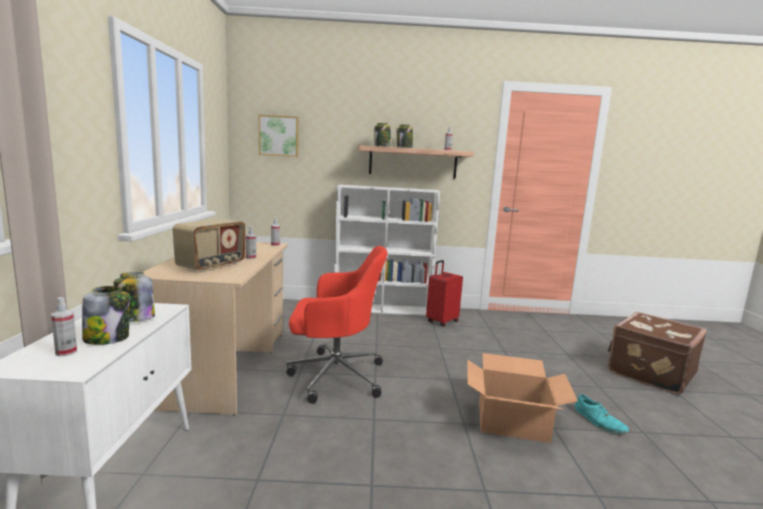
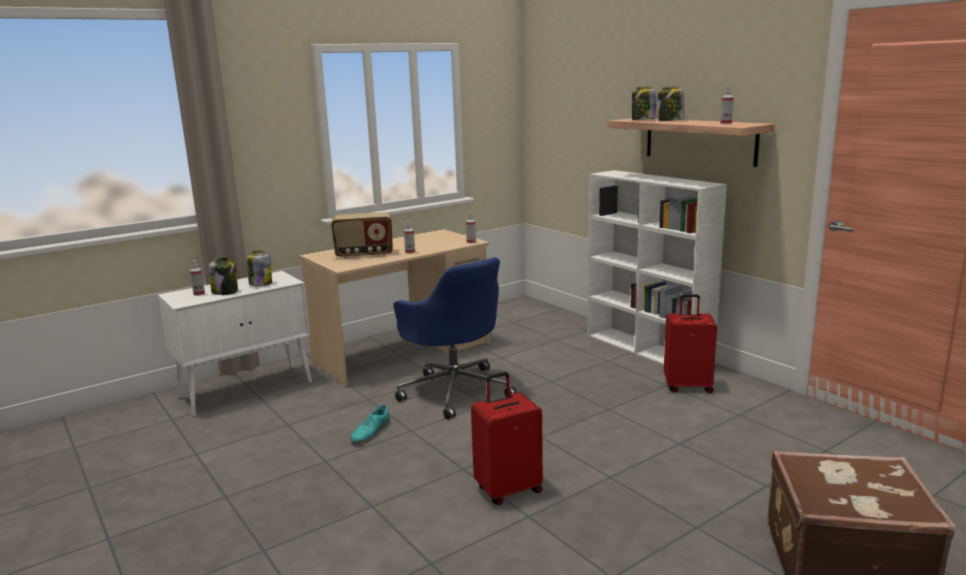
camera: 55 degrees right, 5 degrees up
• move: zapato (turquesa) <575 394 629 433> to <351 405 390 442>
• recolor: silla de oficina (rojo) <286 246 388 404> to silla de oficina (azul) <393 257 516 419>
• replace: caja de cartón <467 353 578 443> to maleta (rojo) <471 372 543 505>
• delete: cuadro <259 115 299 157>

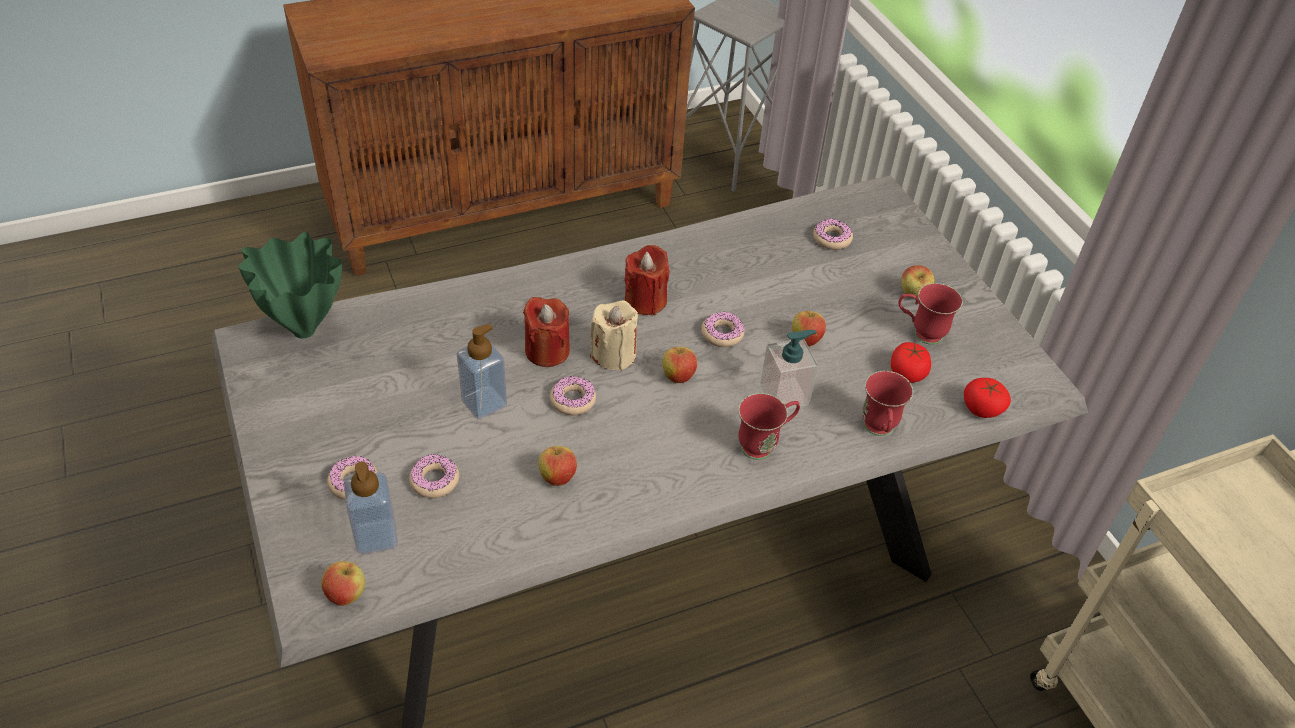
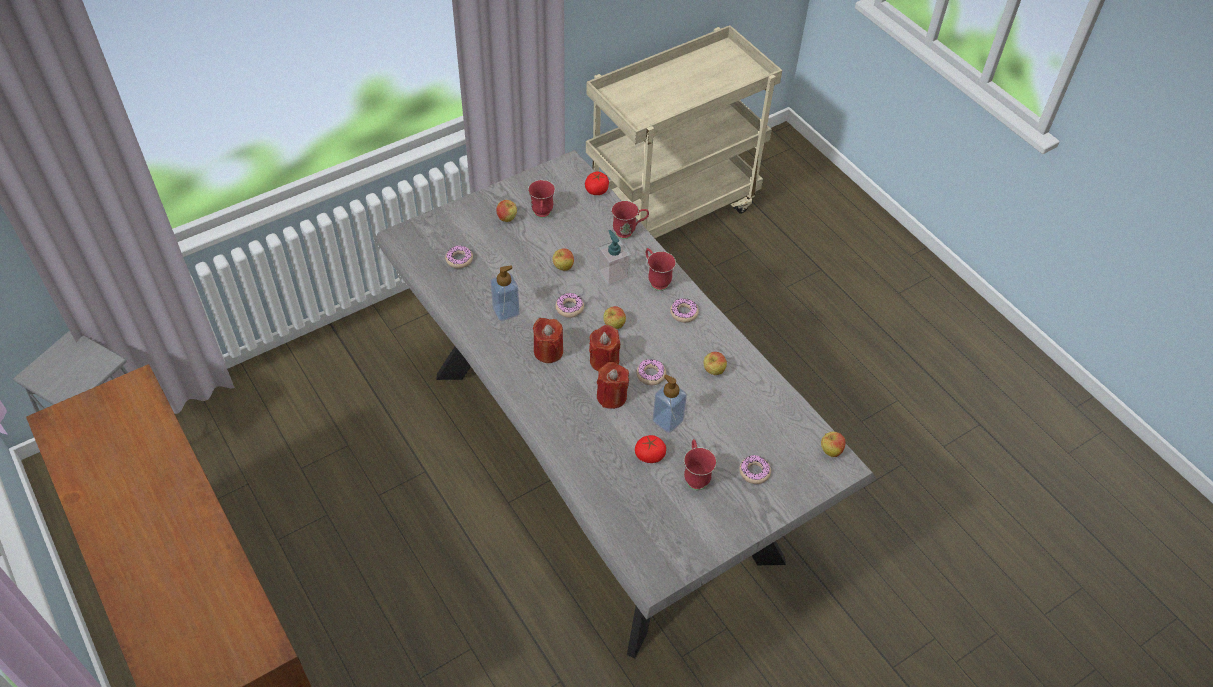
camera: 100 degrees left, 5 degrees up
• move: dispensador de jabón <344 461 398 554> to <491 265 520 321>
• recolor: vela (beis) <590 300 638 371> to vela (rojo) <589 325 620 371>
• move: tomate <891 342 931 383> to <635 435 666 463>
• move: rosquilla <409 454 459 498> to <670 298 699 323>
• insert: taza grande (rojo) <684 439 717 490>
• delete: florero (verde) <238 232 342 339>

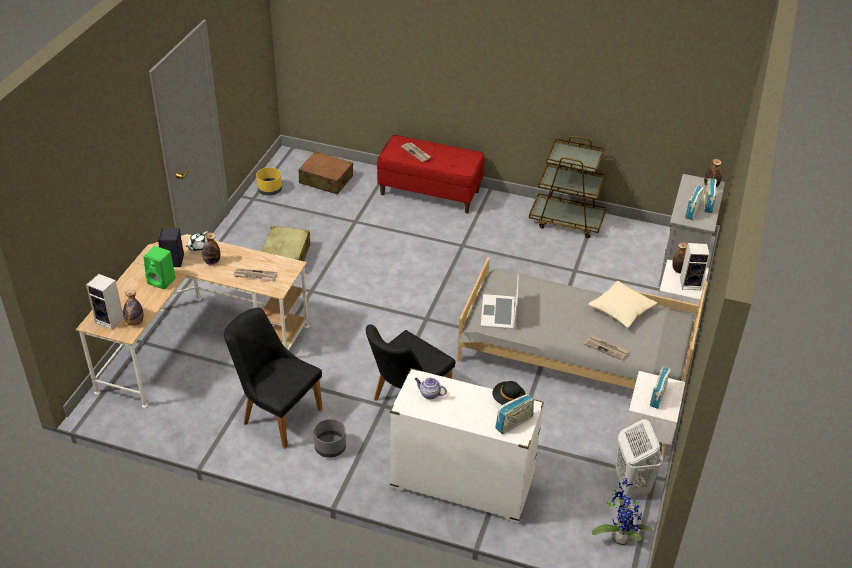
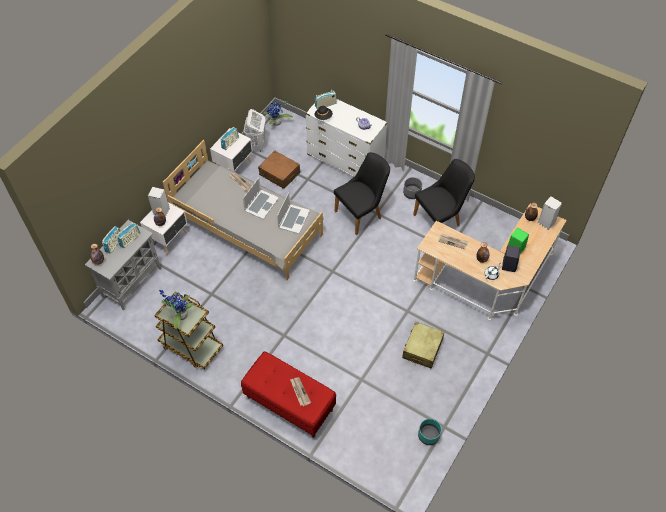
camera: 165 degrees left, 15 degrees up
• insert: planta en maceta <159 290 194 329>
• insert: portátil <243 178 279 219>
• move: maleta (marrón) <298 151 353 195> to <258 151 300 189>
• rotate: silla (negro) <224 307 323 449> = <413 159 475 226> 75 degrees counterclockwise
• recolor: maceta (amarillo) <256 167 282 196> to maceta (turquesa) <418 419 442 445>
• delete: cojín (beis) <588 281 657 328>

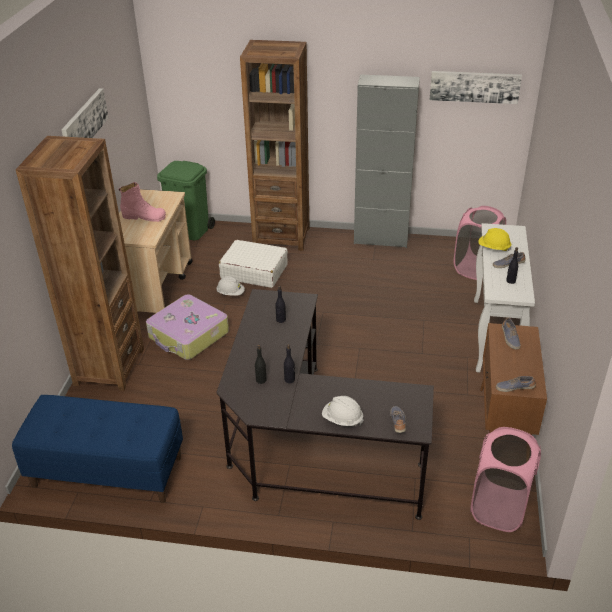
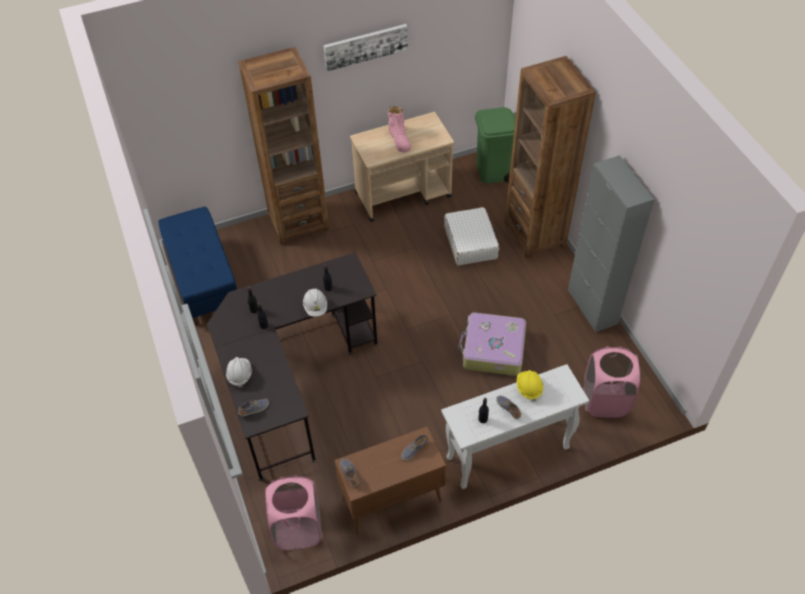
camera: 60 degrees right, 15 degrees up
• move: casco (blanco) <216 276 245 296> to <303 289 327 317>
• move: maleta <146 294 229 360> to <458 313 526 376>
• delete: cuadro <430 71 522 104>

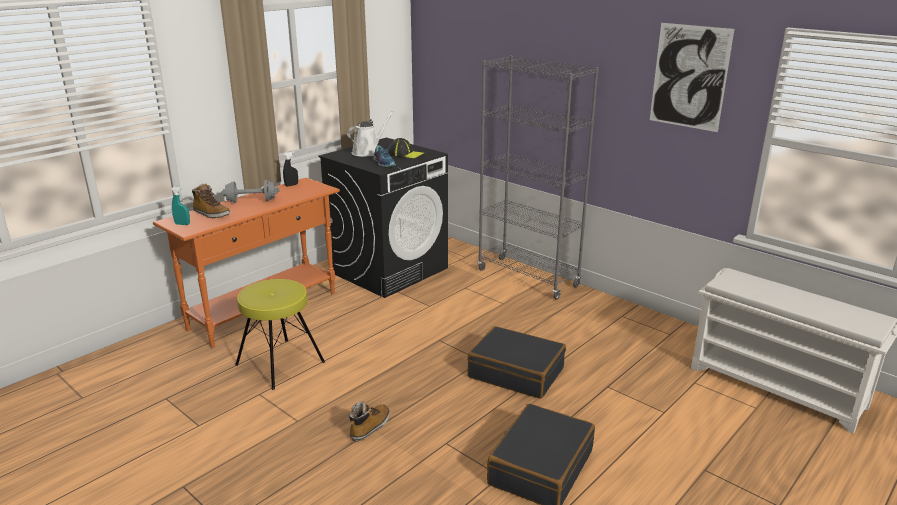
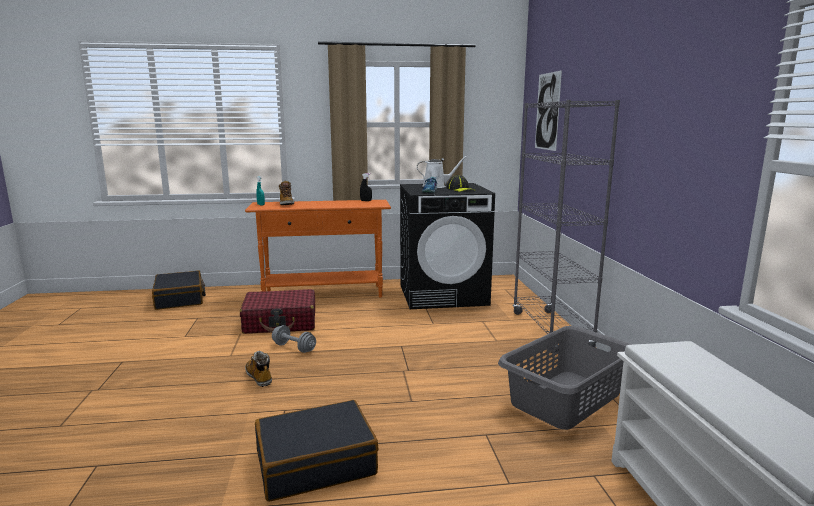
camera: 40 degrees right, 10 degrees down
• move: maleta (negro) <467 326 566 399> to <152 271 206 310>
• replace: taburete (amarillo) <235 279 325 390> to maleta (rojo) <240 289 315 334>
• rotate: bota <349 401 390 441> = <245 351 272 387> 105 degrees counterclockwise
• move: mancuerna (gris) <221 180 280 203> to <272 325 316 353>
• insert: cesto de la ropa (gris) <498 326 632 430>
• move: cuadro <650 23 734 132> to <535 70 562 151>

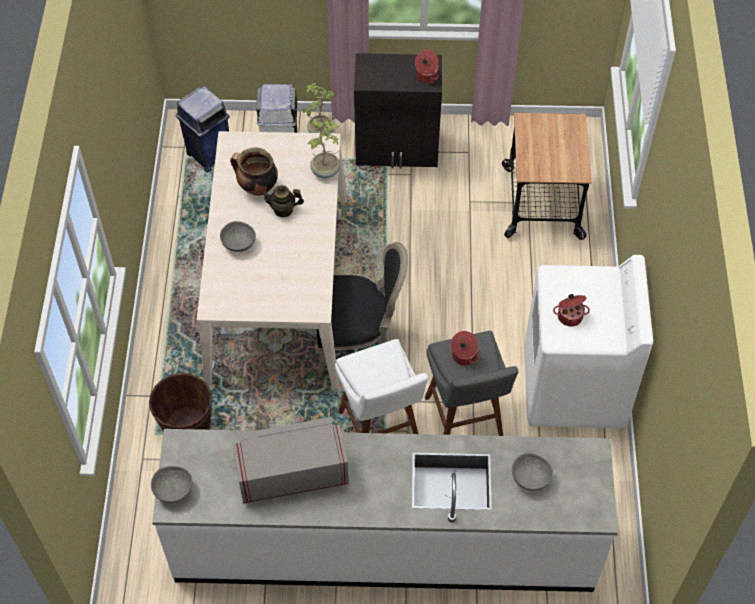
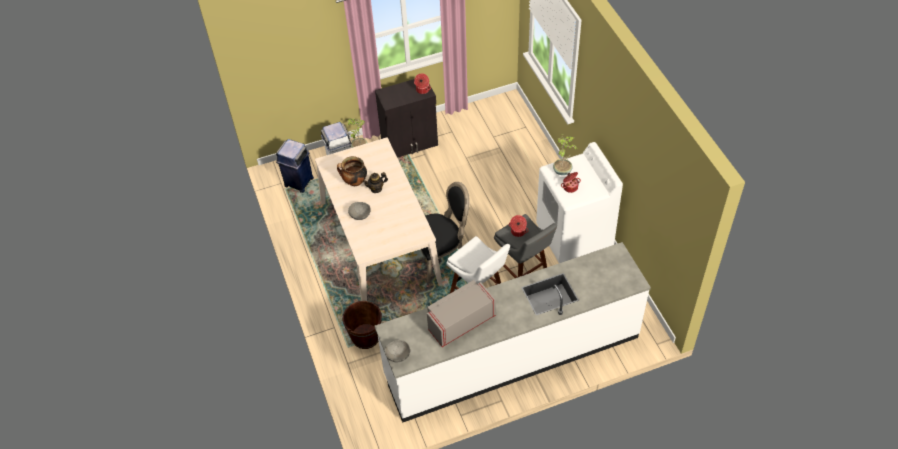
camera: 20 degrees left, 5 degrees down
• move: planta en maceta <308 116 340 178> to <553 134 578 175>
• delete: carrito <502 113 591 240>
• delete: cuenco (gris) <512 453 553 491>

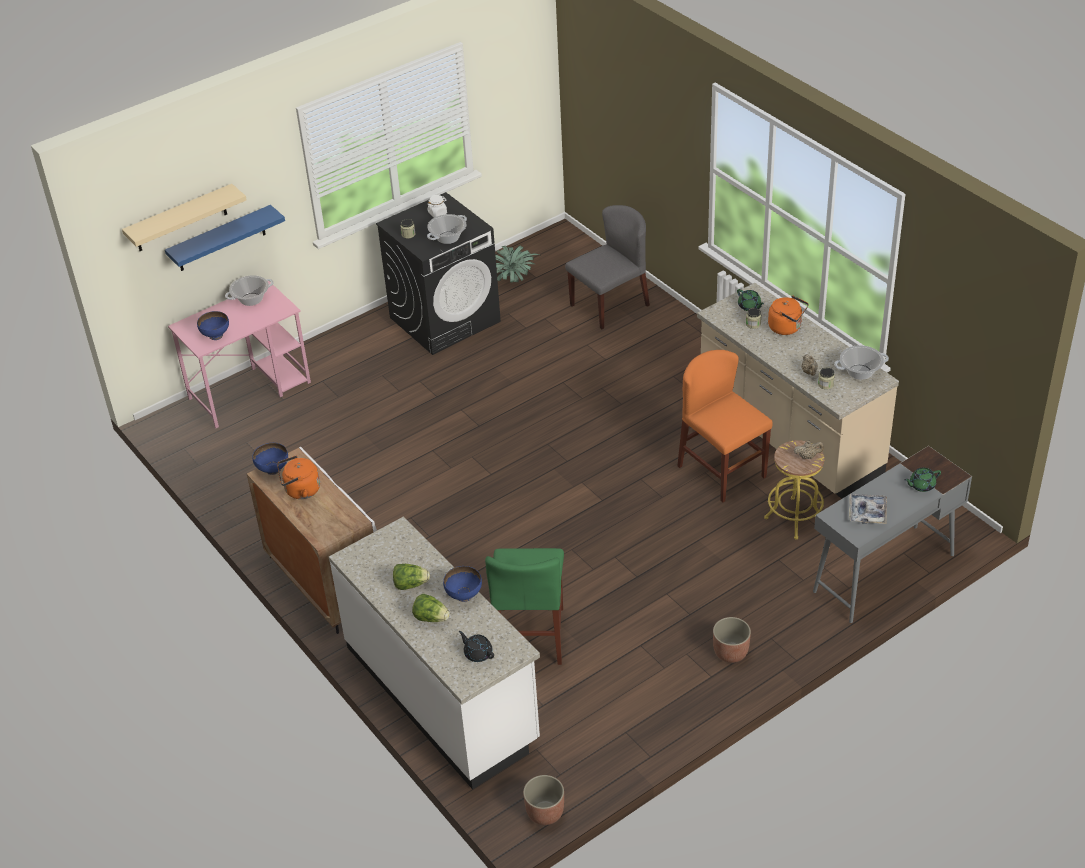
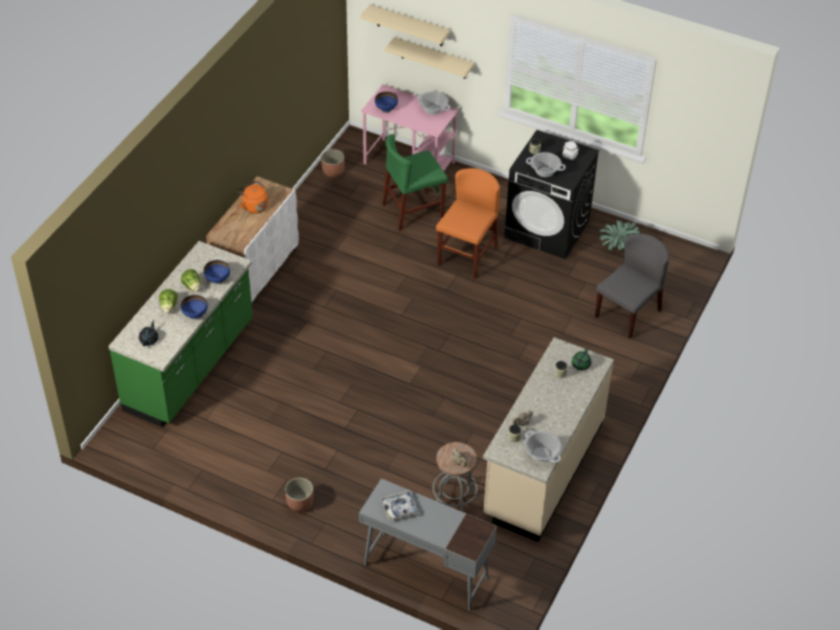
camera: 60 degrees right, 5 degrees up
• recolor: mueble bajo de cocina (blanco) <329 517 540 789> to mueble bajo de cocina (verde) <108 241 253 427>
• move: cuenco (azul) <253 443 288 475> to <204 260 230 284>
• move: maceta <523 775 564 825> to <321 149 344 177>
• move: silla (verde) <485 548 564 665> to <382 134 448 231>
• recolor: estante (azul) <165 205 285 271> to estante (beis) <385 37 474 79>
• recolor: taburete (amarillo) <764 440 825 539> to taburete (gris) <433 442 478 512>
• move: silla (naranja) <677 350 773 503> to <436 168 500 279>
• rotate: silla (gris) <565 205 650 329> = <595 233 669 339> 75 degrees counterclockwise
• delete: hervidor (naranja) <768 296 809 335>
• delete: tetera (verde) <905 468 941 492>

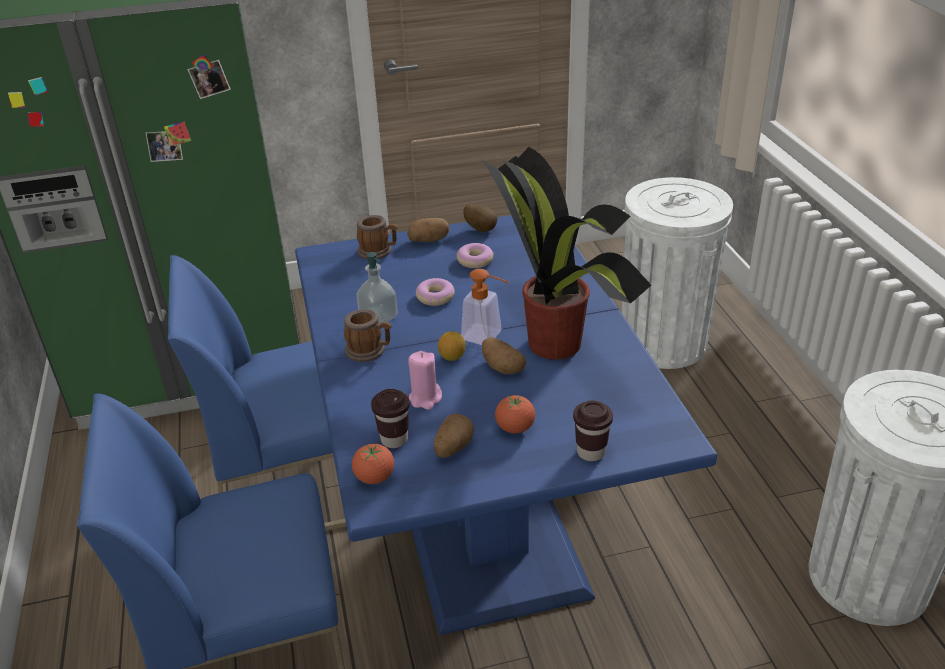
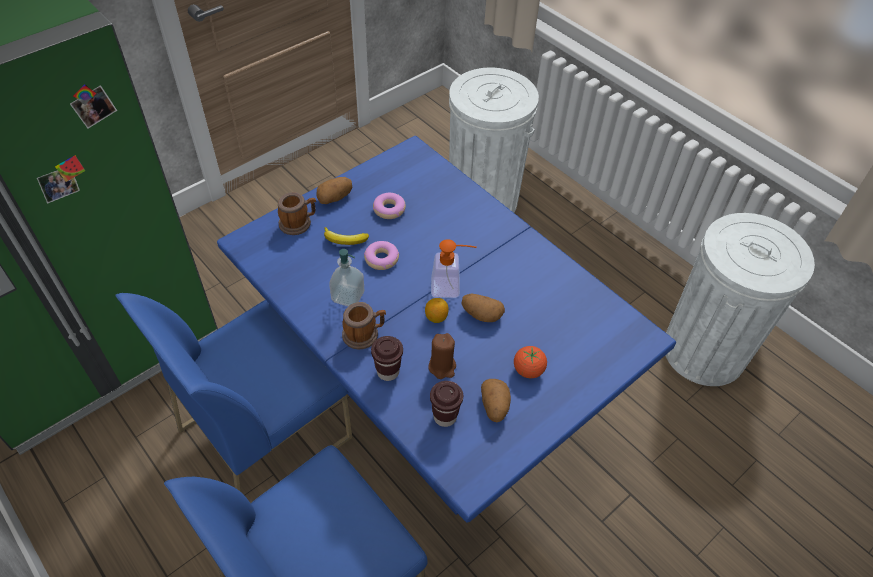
camera: 30 degrees left, 15 degrees up
• insert: plátano <324 227 369 245>
• move: taza (marrón) <573 400 613 461> to <371 336 403 381>
• recolor: vela (rosa) <408 351 442 410> to vela (marrón) <428 333 456 379>
• delete: tomate <352 444 394 484>
• delete: patata <464 204 497 232>
• delete: planta en maceta <482 147 651 360>

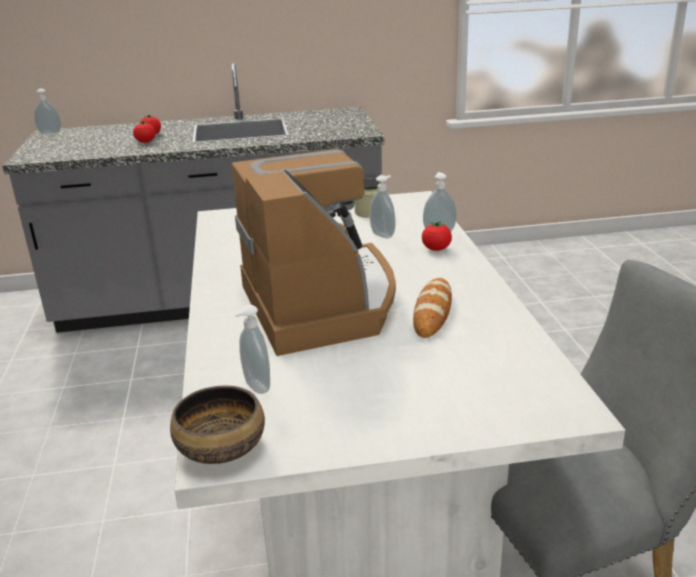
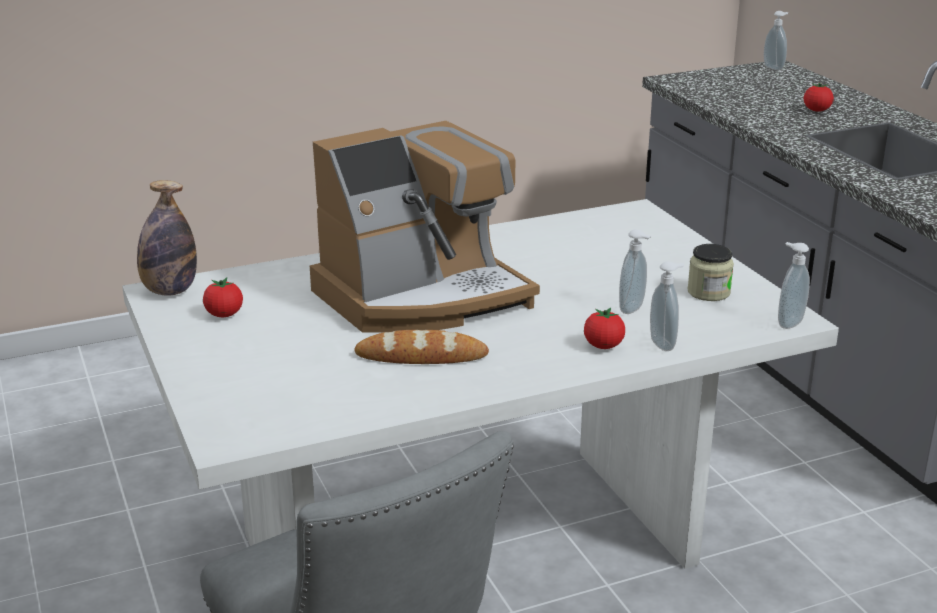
camera: 75 degrees right, 0 degrees up
• replace: cuenco <170 386 265 464> to botella <137 180 197 296>
• move: tomate <133 121 155 143> to <203 278 243 317>
• move: dispensador de jabón <233 305 270 394> to <778 242 810 329>

